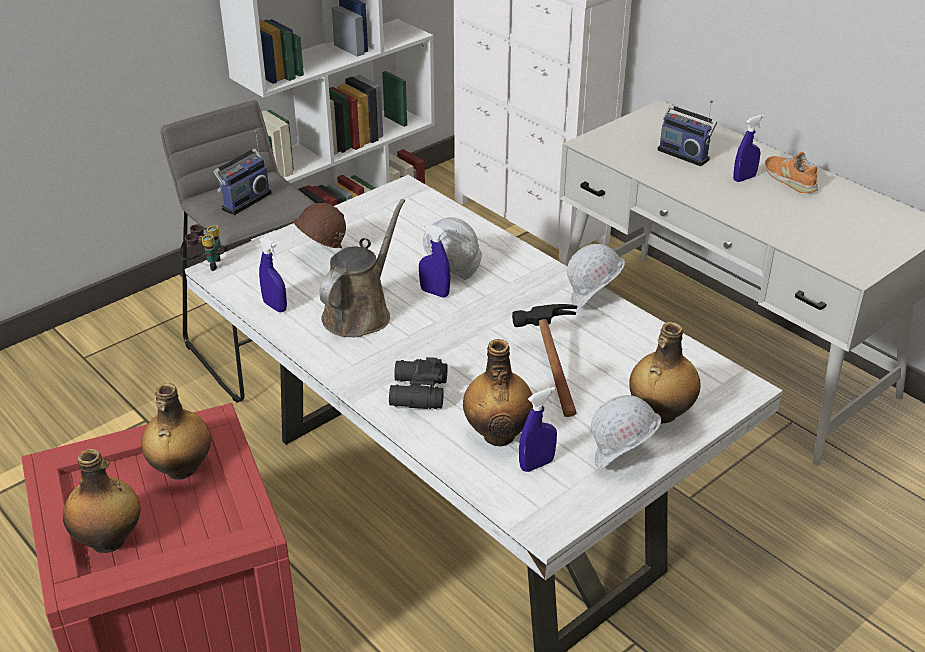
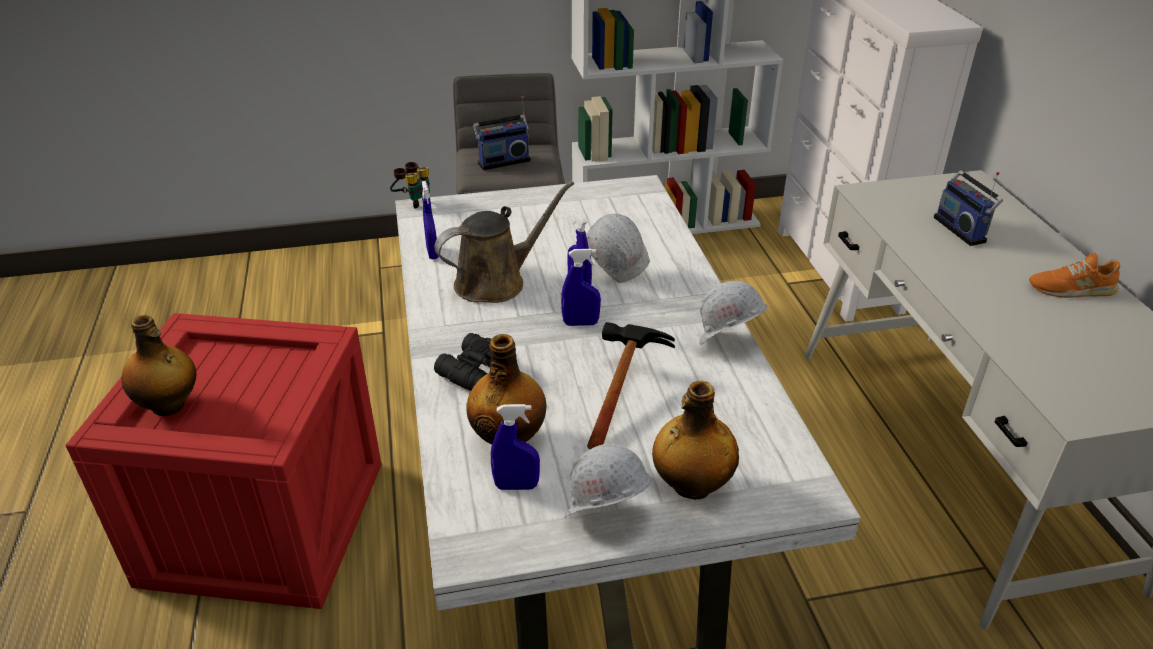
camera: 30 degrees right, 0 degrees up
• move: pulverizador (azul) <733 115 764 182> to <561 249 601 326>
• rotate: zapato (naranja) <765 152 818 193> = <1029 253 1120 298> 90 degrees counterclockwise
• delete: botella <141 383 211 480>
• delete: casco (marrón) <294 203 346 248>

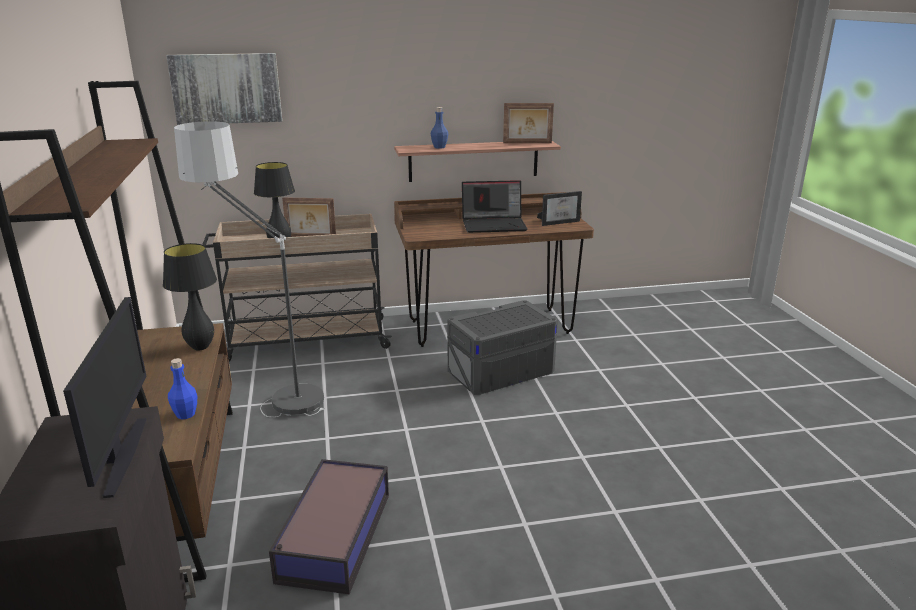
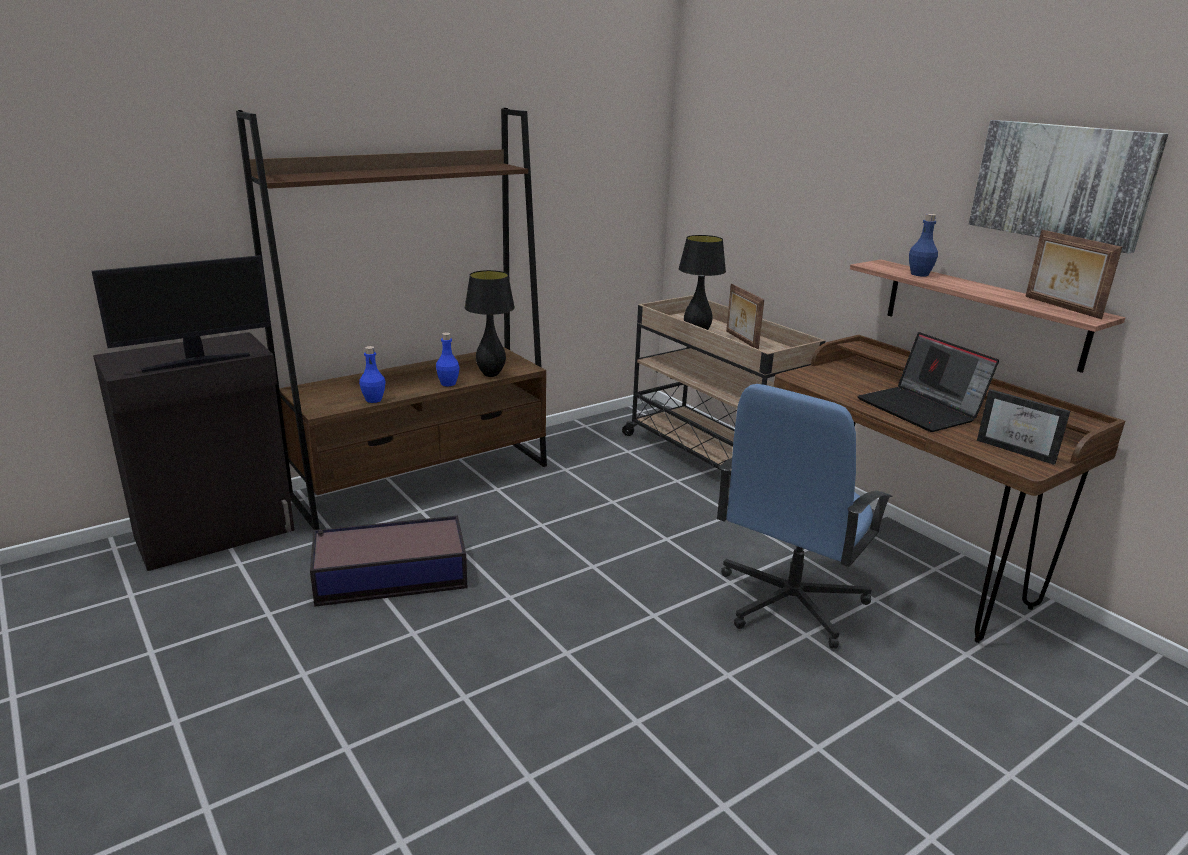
camera: 65 degrees right, 0 degrees up
• insert: botella (azul) <436 333 460 386>
• replace: caja de almacenaje (gris) <447 300 558 395> to silla de oficina (azul) <717 384 893 649>
• move: cuadro <166 53 282 125> to <969 120 1168 254>
• delete: lámpara de pie <174 121 324 417>

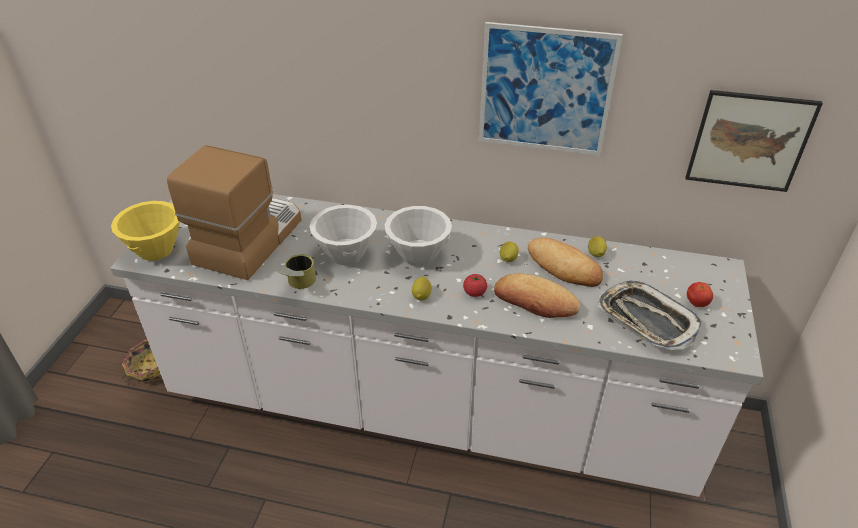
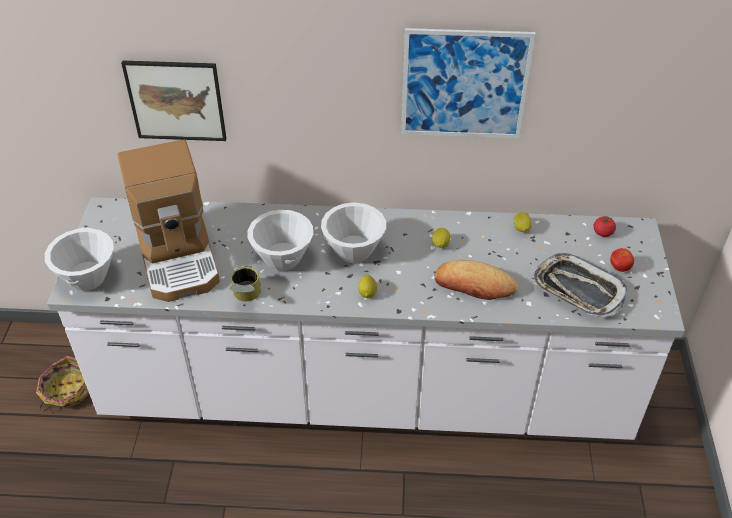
camera: 10 degrees left, 5 degrees up
• recolor: cuenco (amarillo) <111 201 180 261> to cuenco (blanco) <45 228 114 291>
• rotate: cafetera <167 145 302 280> = <117 139 220 302> 150 degrees clockwise
• move: cuadro <685 90 823 192> to <121 61 226 141>
• move: tomate <463 274 487 297> to <594 216 616 237>
• delete: pan <528 238 603 287>

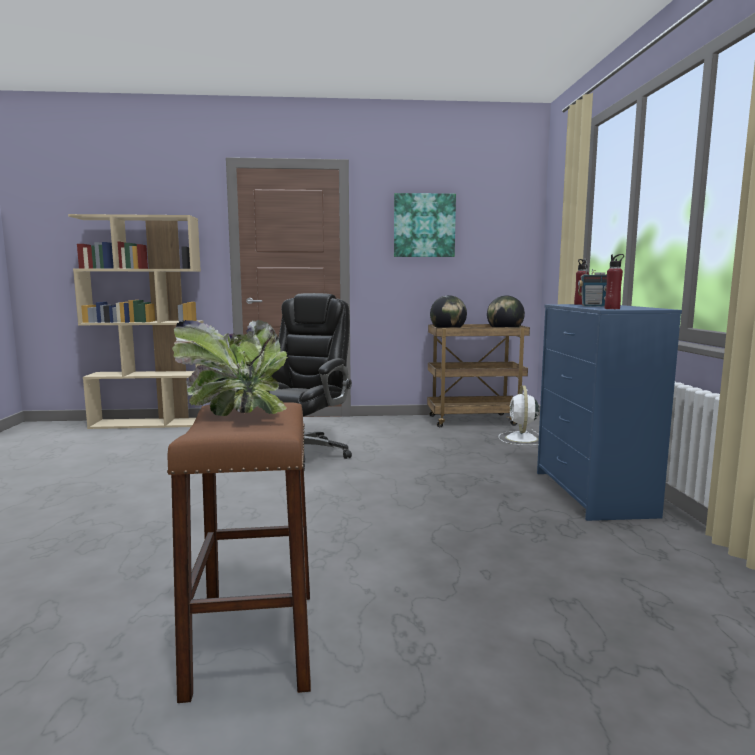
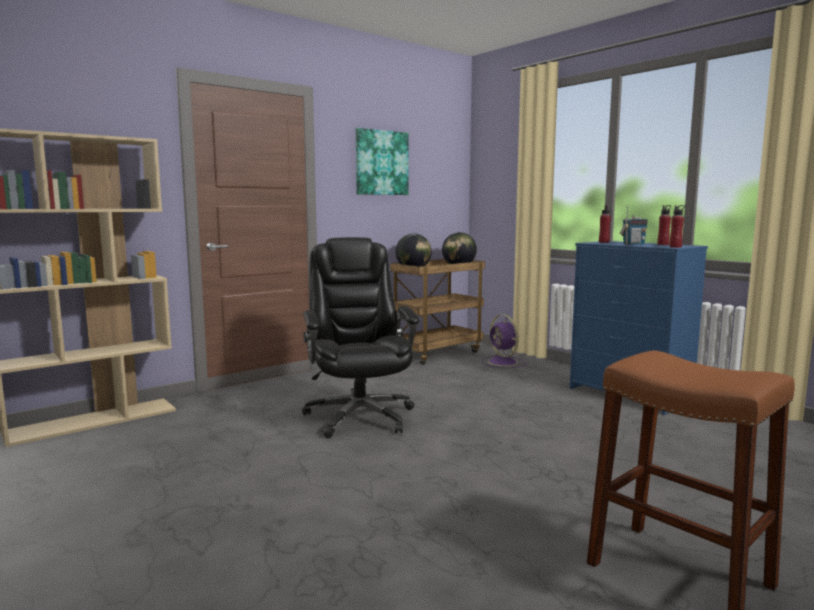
camera: 35 degrees left, 0 degrees up
• recolor: ventilador (blanco) <498 385 539 445> to ventilador (morado) <482 314 526 368>
• insert: botella (rojo) <657 205 671 245>
• delete: planta en maceta <172 320 288 416>

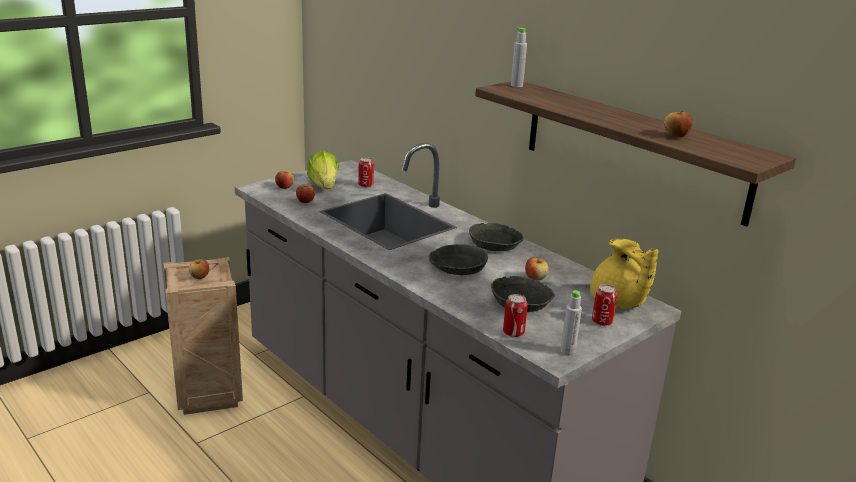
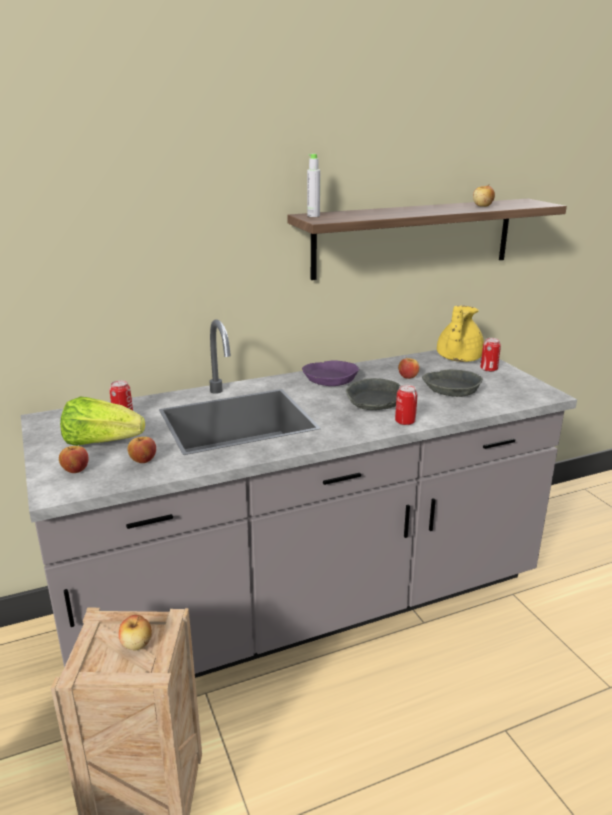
camera: 70 degrees left, 0 degrees up
• recolor: cuenco (gris) <469 223 524 251> to cuenco (morado) <302 360 359 386>
• move: lata <503 294 528 337> to <395 385 418 425>
• rotate: tetera (amarillo) <590 239 658 309> = <437 306 484 362> 120 degrees clockwise
• delete: botella (gris) <560 290 582 356>

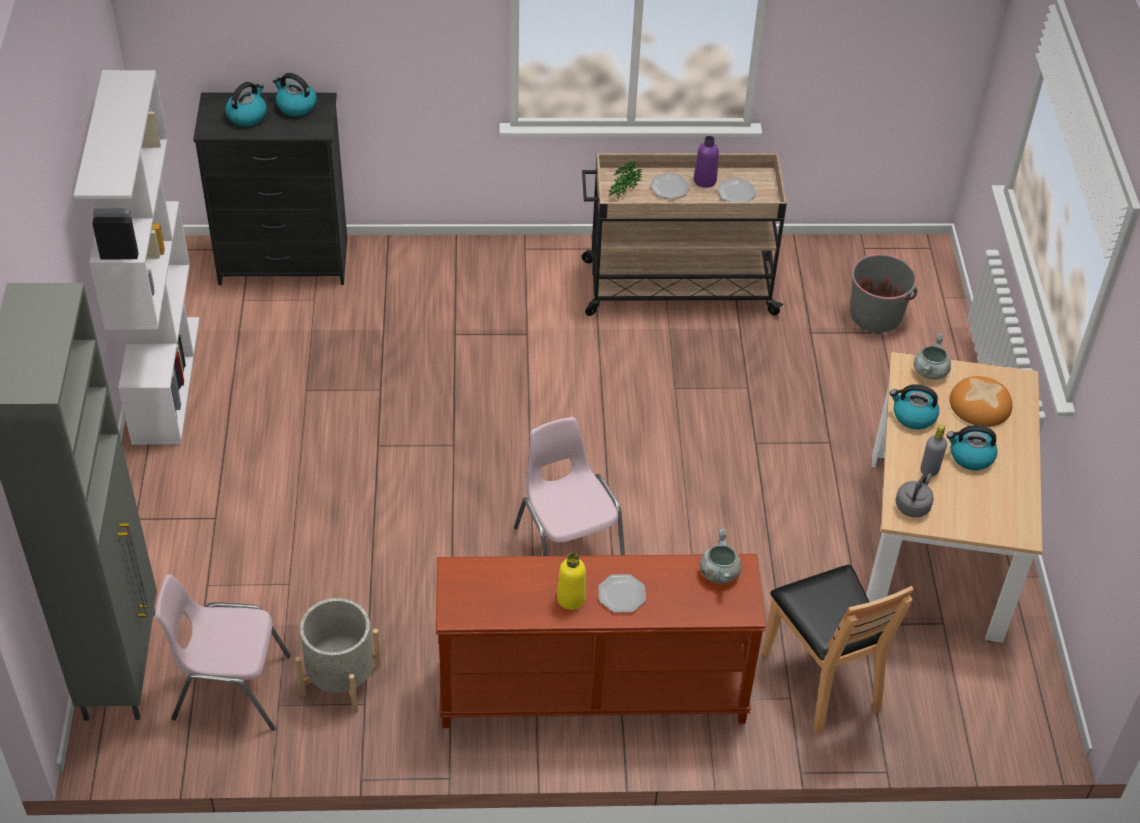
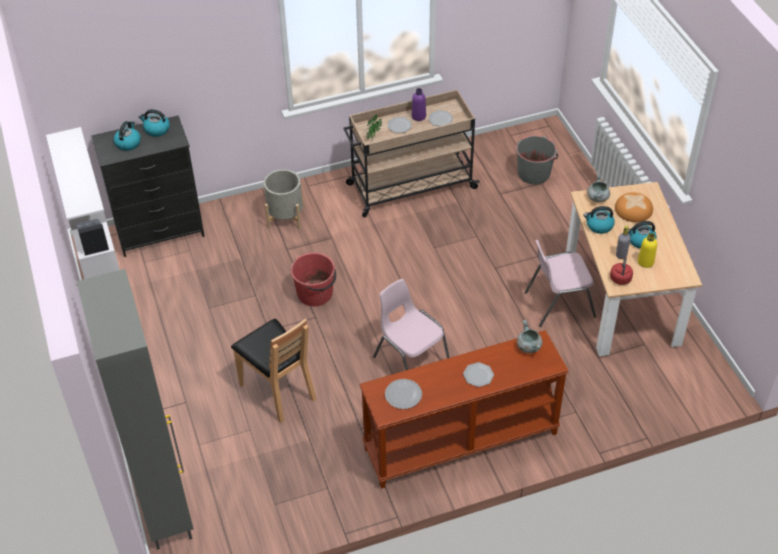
camera: 15 degrees left, 0 degrees up
• move: silla (marrón) <762 565 914 734> to <231 318 316 423>
• move: maceta (gris) <295 598 381 714> to <264 169 303 230>
• insert: cubo (rojo) <291 252 336 306>
• insert: plato <385 379 422 409>
• move: silla (rosa) <155 574 291 731> to <525 240 596 327>
• recolor: hervidor (gris) <896 473 934 518> to hervidor (rojo) <610 257 633 285>
• move: botella (amarillo) <557 553 586 610> to <638 233 657 268>

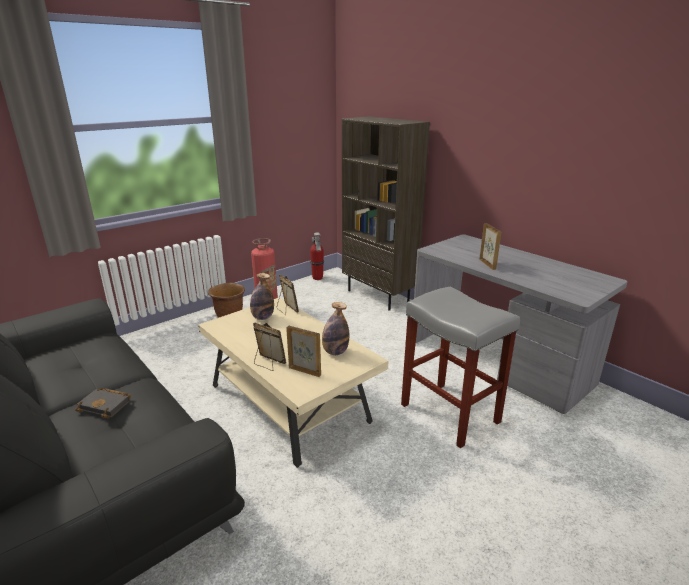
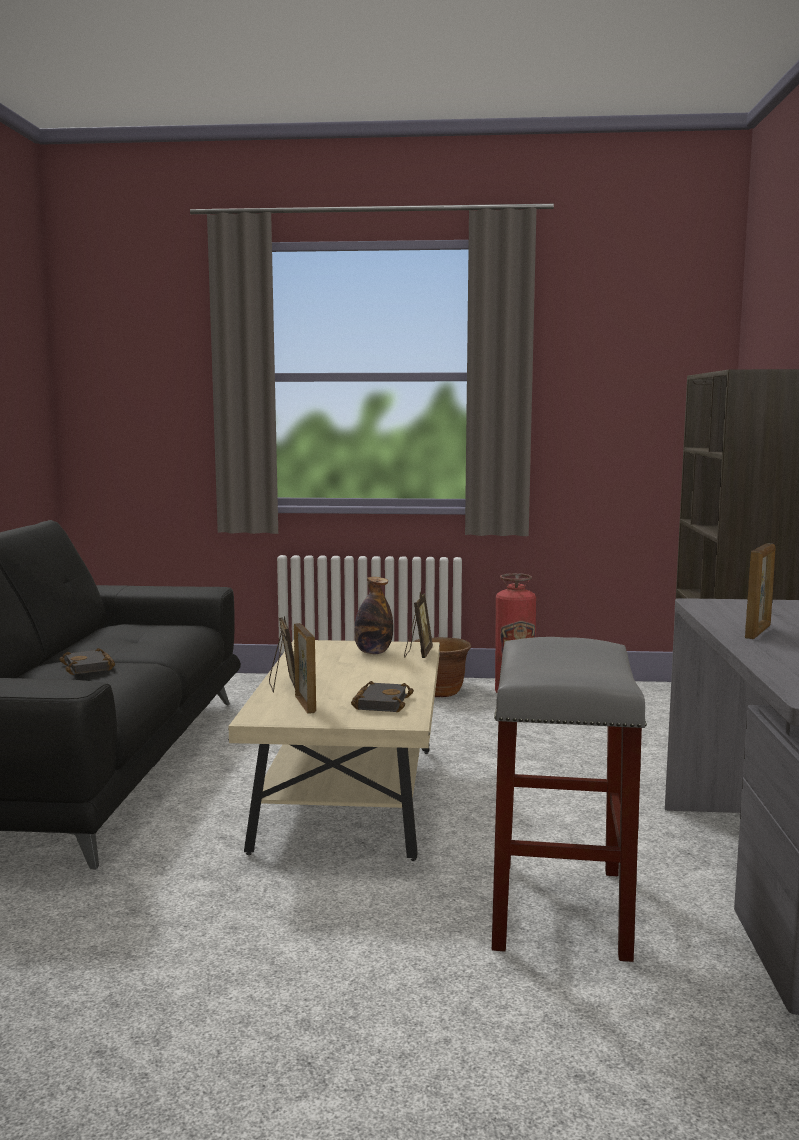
camera: 45 degrees right, 15 degrees down
• replace: botella <322 302 349 355> to libro (negro) <351 681 414 712>
• delete: extintor <310 233 324 280>

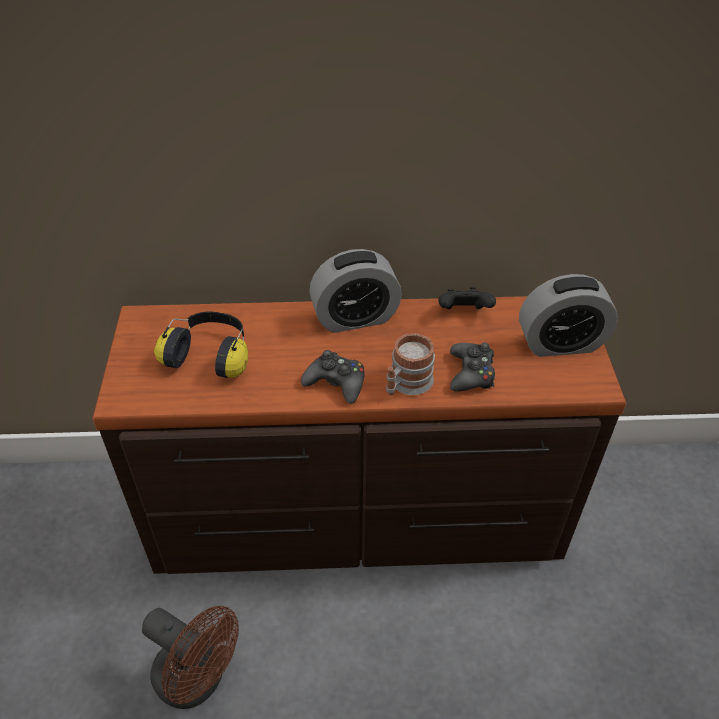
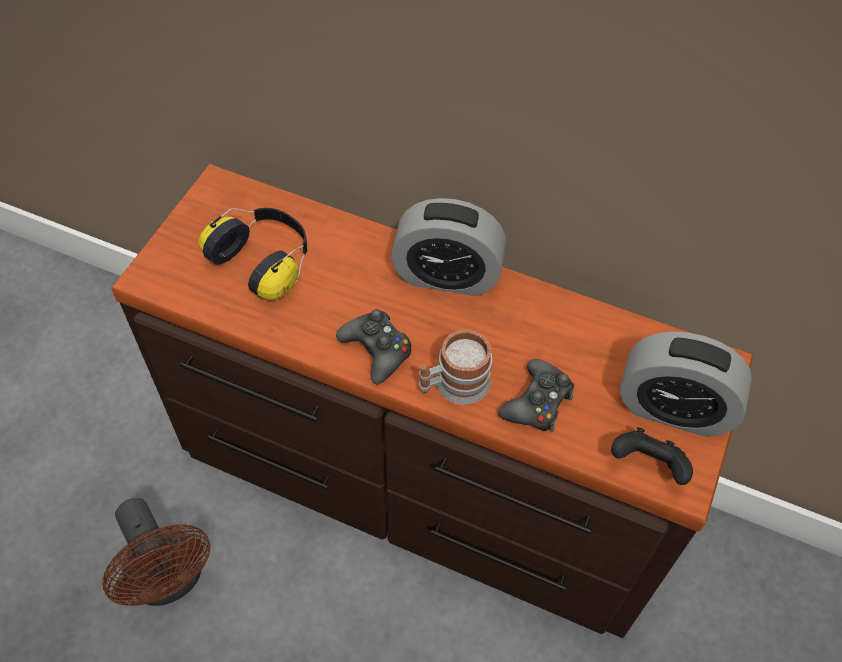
camera: 25 degrees right, 10 degrees up
• move: mando de consola (negro) <439 287 496 309> to <611 427 693 485>

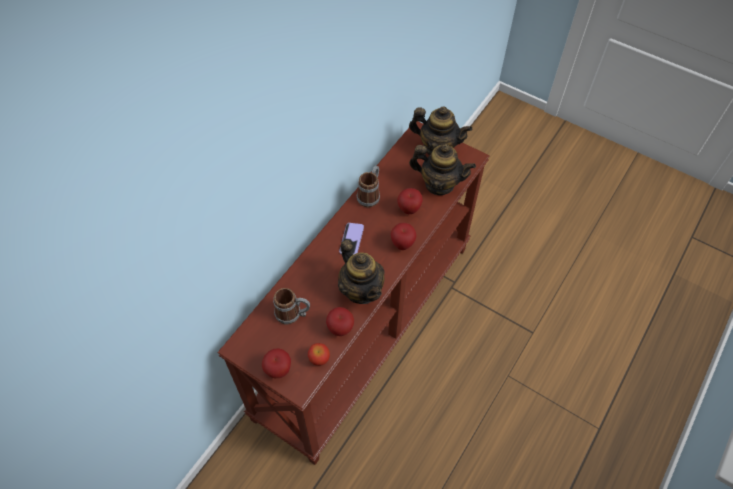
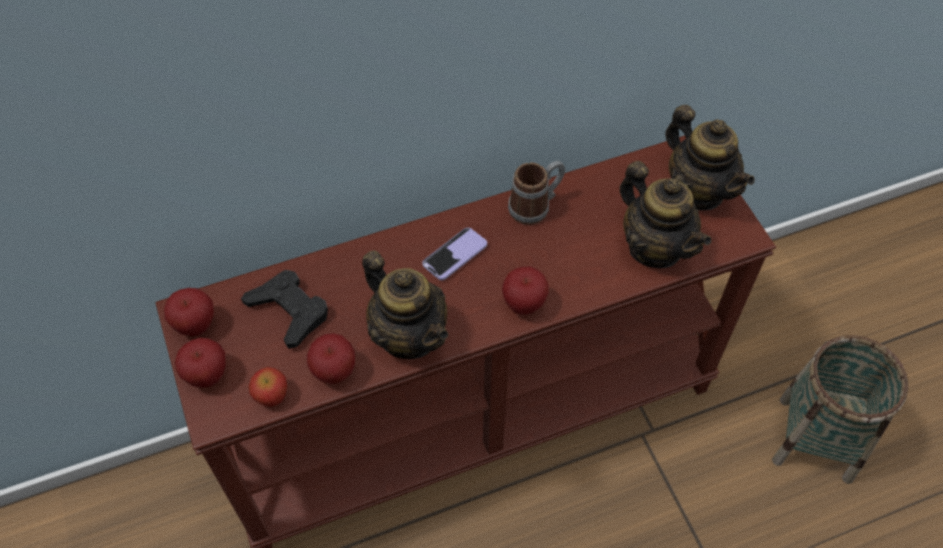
camera: 35 degrees right, 0 degrees up
• move: manzana <397 188 423 214> to <164 288 214 336>
• replace: taza grande <273 288 310 324> to mando de consola (negro) <241 270 328 349>
• rotate: tetera <338 240 385 304> = <362 251 448 359> 45 degrees counterclockwise
• insert: cesta <772 335 908 484>

